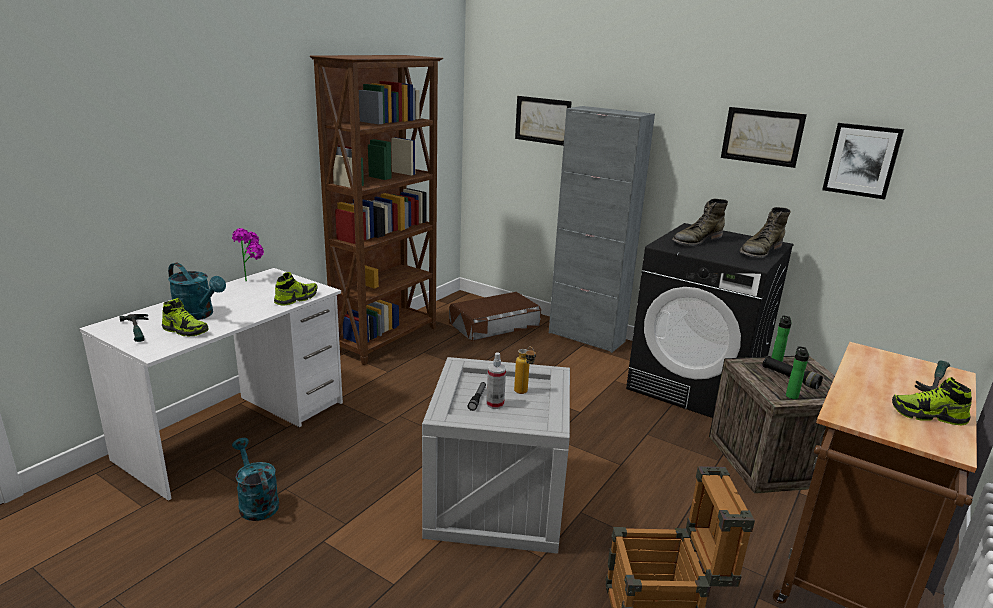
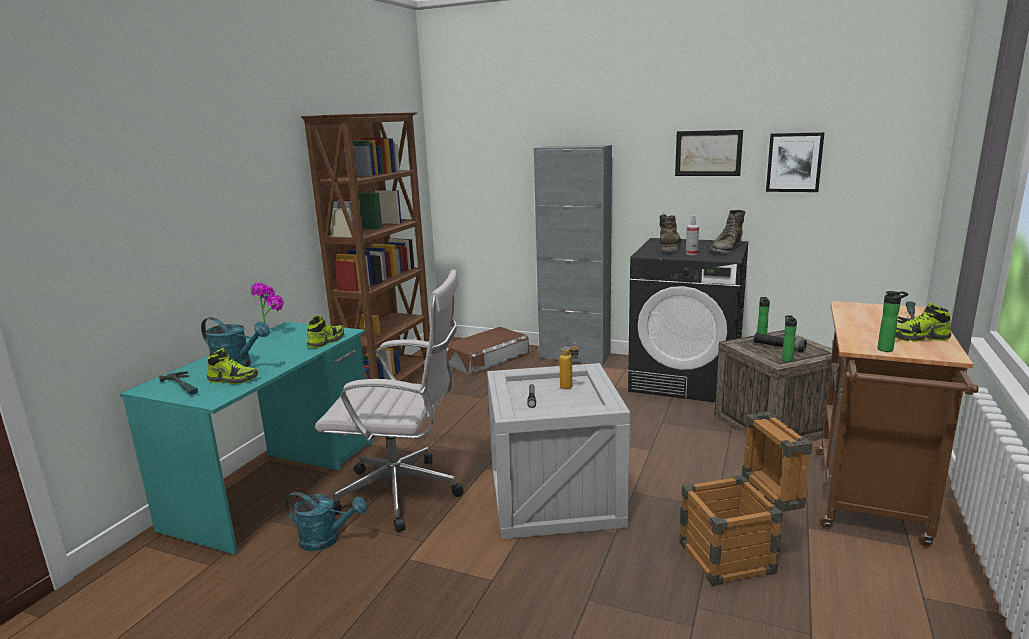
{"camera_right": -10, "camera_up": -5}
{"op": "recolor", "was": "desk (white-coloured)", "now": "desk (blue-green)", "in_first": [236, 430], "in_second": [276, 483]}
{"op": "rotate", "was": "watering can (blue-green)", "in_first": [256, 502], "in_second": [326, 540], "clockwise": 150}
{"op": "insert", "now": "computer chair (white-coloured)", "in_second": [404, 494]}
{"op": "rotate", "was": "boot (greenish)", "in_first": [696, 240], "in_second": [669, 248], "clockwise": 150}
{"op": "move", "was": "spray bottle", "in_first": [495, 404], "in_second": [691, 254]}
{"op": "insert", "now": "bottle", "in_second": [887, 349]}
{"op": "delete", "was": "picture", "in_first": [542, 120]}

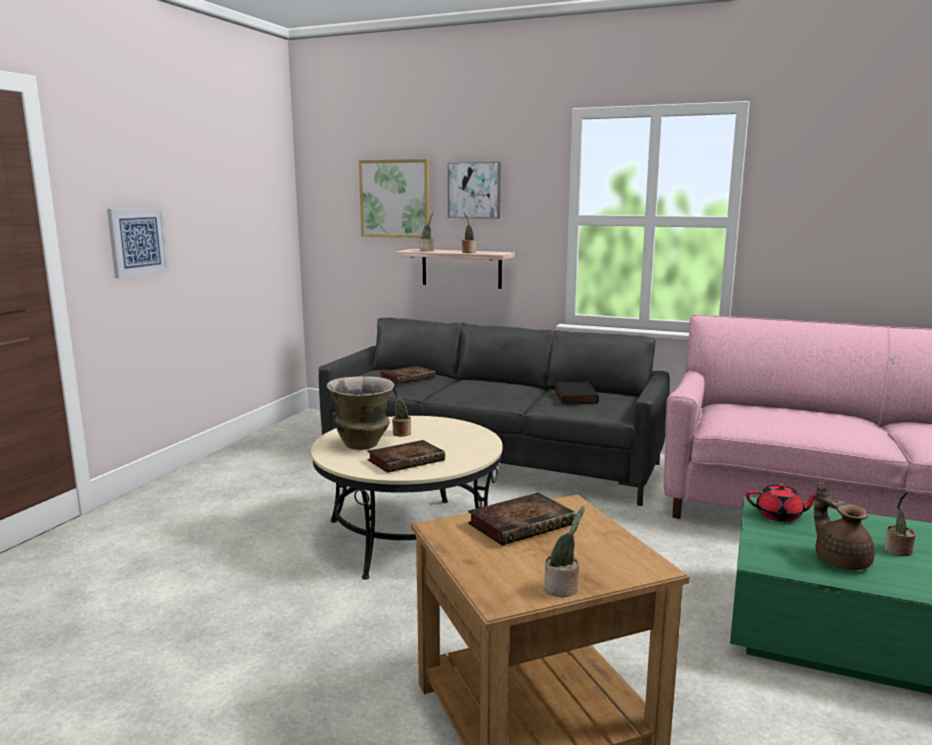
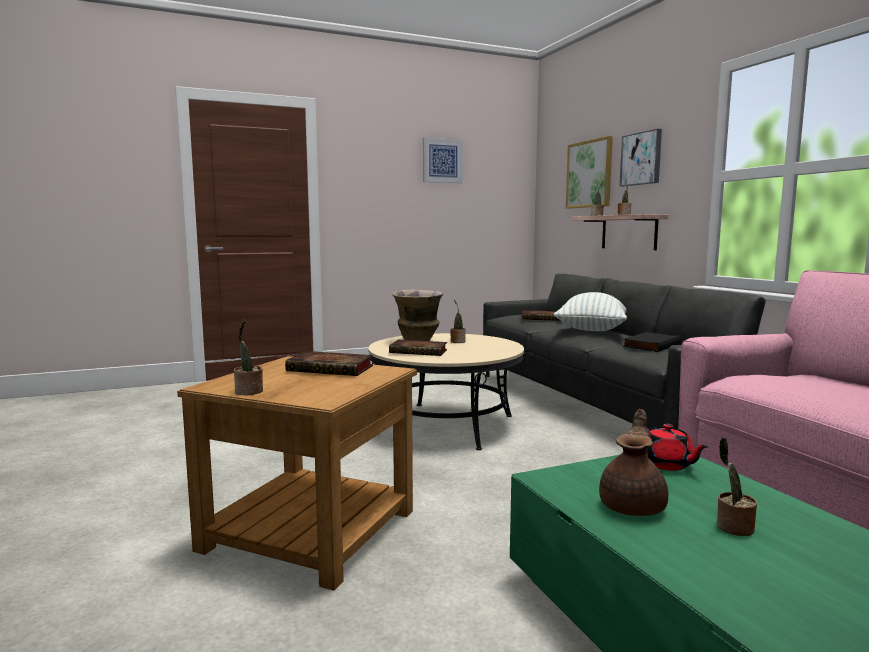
{"camera_right": 45, "camera_up": -5}
{"op": "move", "was": "picture", "in_first": [137, 241], "in_second": [442, 161]}
{"op": "insert", "now": "cushion", "in_second": [591, 331]}

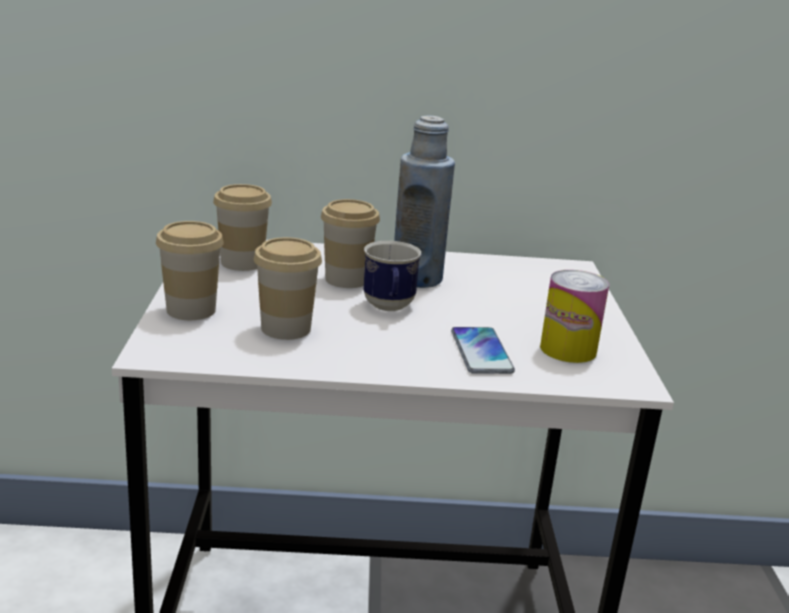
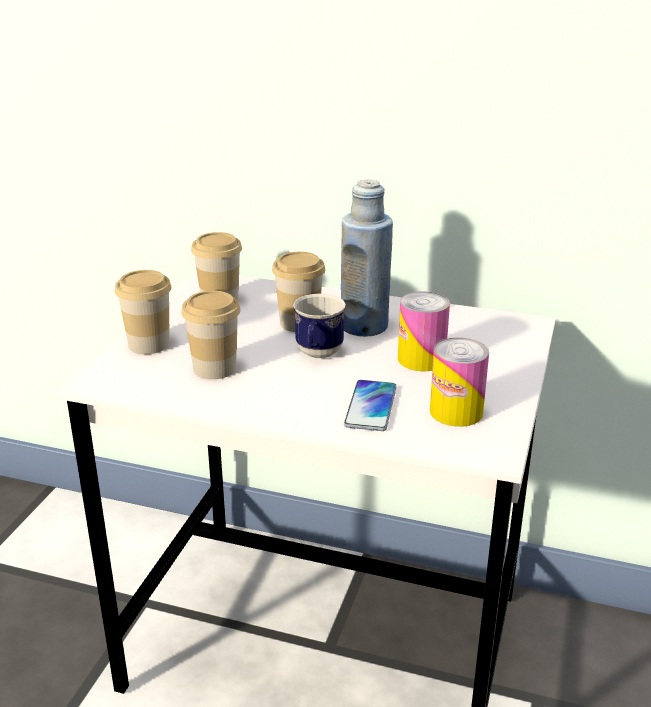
{"camera_right": 20, "camera_up": 5}
{"op": "insert", "now": "metal can", "in_second": [421, 359]}

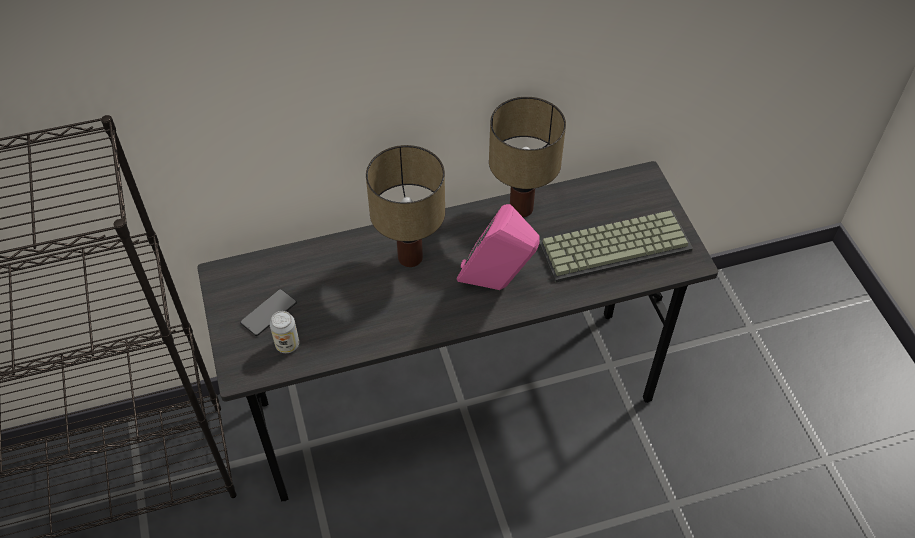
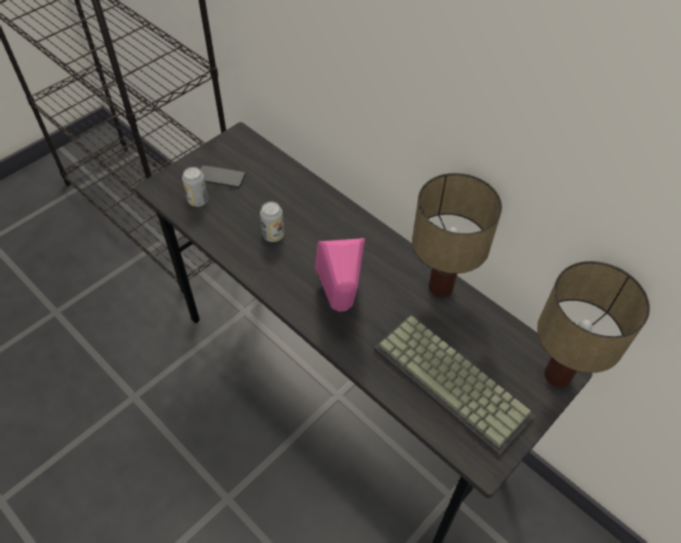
{"camera_right": 60, "camera_up": 0}
{"op": "insert", "now": "metal can", "in_second": [273, 235]}
{"op": "move", "was": "tabletop lamp", "in_first": [409, 258], "in_second": [556, 375]}

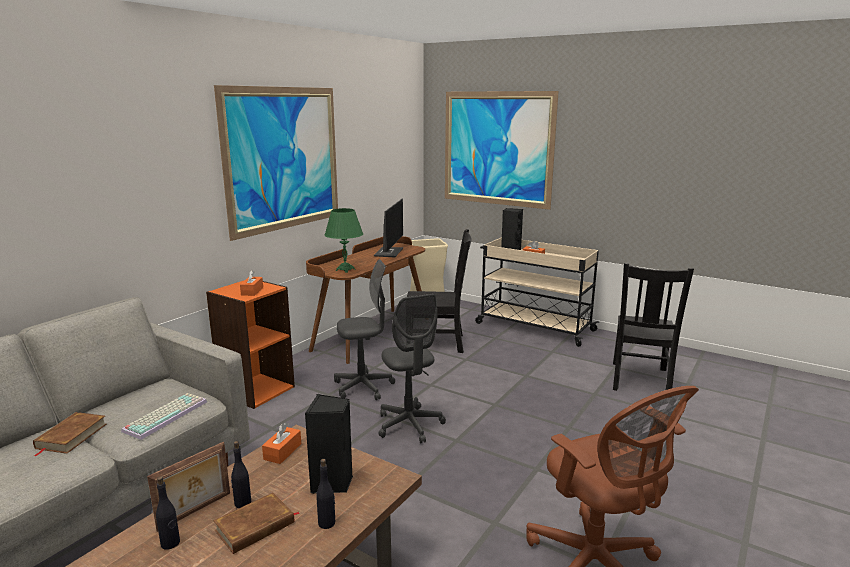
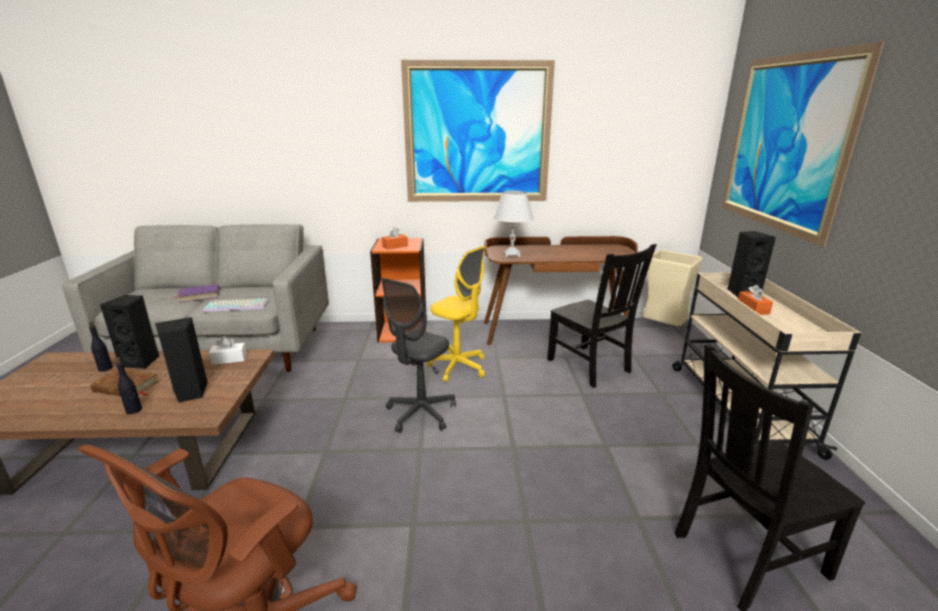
{"camera_right": 55, "camera_up": 5}
{"op": "replace", "was": "standing frame", "now": "audio speaker (blackish)", "in_first": [195, 512], "in_second": [142, 362]}
{"op": "recolor", "was": "bound book (brown-coloured)", "now": "bound book (purple)", "in_first": [71, 436], "in_second": [199, 295]}
{"op": "recolor", "was": "box of tissues (orange-coloured)", "now": "box of tissues (white-coloured)", "in_first": [282, 451], "in_second": [229, 359]}
{"op": "recolor", "was": "computer chair (grey)", "now": "computer chair (yellowish)", "in_first": [363, 387], "in_second": [458, 367]}
{"op": "recolor", "was": "tabletop lamp (greenish)", "now": "tabletop lamp (white-coloured)", "in_first": [345, 270], "in_second": [512, 255]}
{"op": "delete", "was": "bottle (blackish)", "in_first": [242, 503]}
{"op": "delete", "was": "computer display", "in_first": [388, 252]}

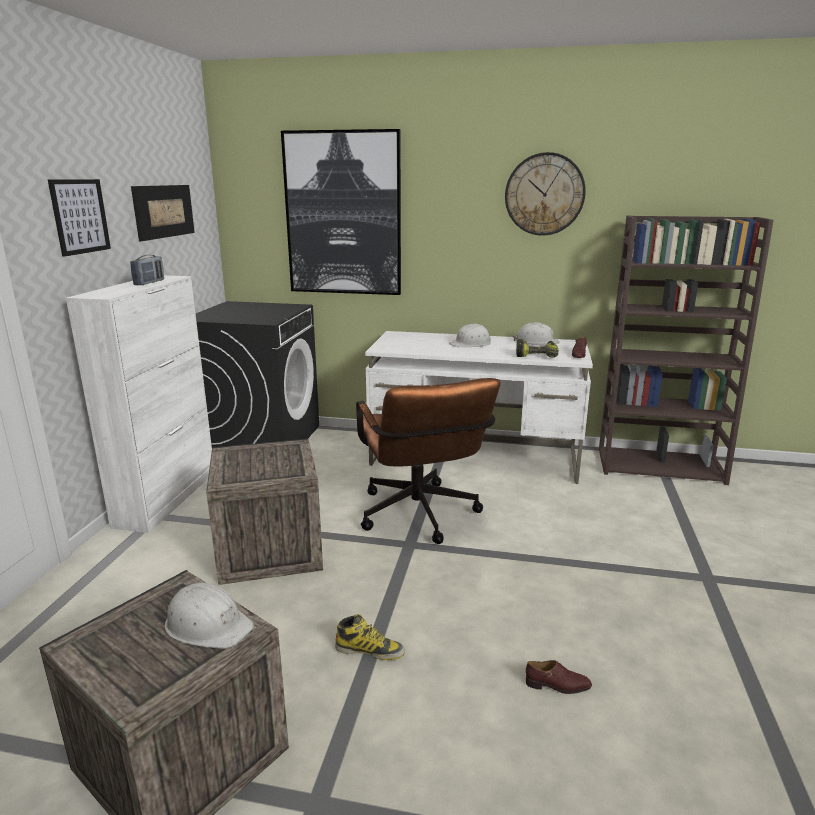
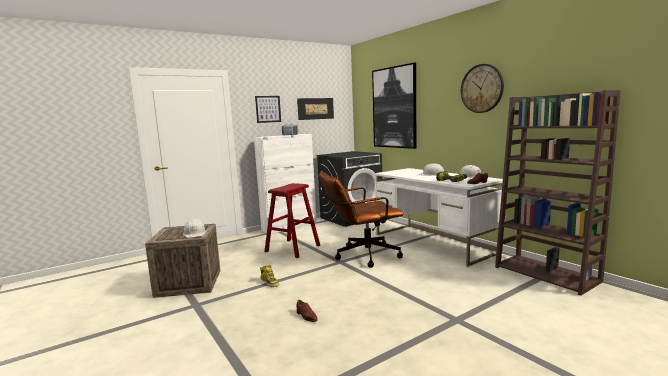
{"camera_right": 45, "camera_up": -10}
{"op": "replace", "was": "packing crate", "now": "stool (red)", "in_first": [269, 549], "in_second": [292, 248]}
{"op": "rotate", "was": "computer chair (brown-coloured)", "in_first": [420, 518], "in_second": [361, 256], "clockwise": 45}

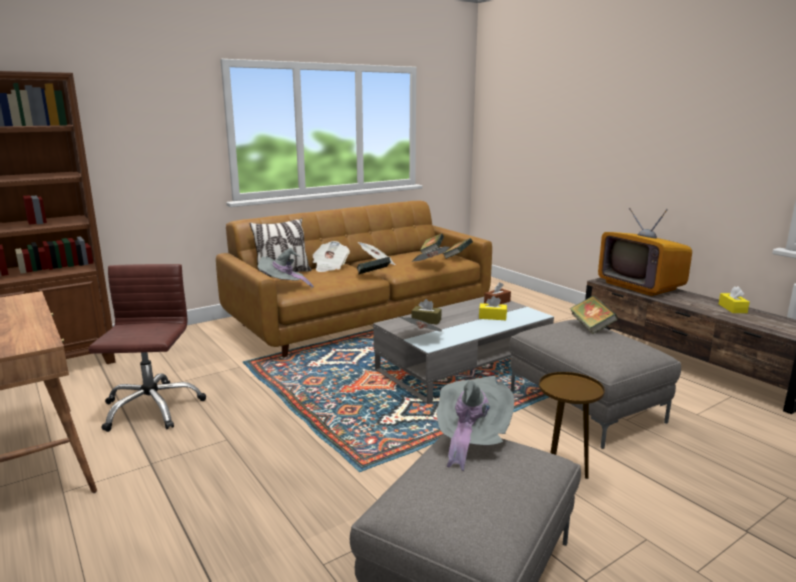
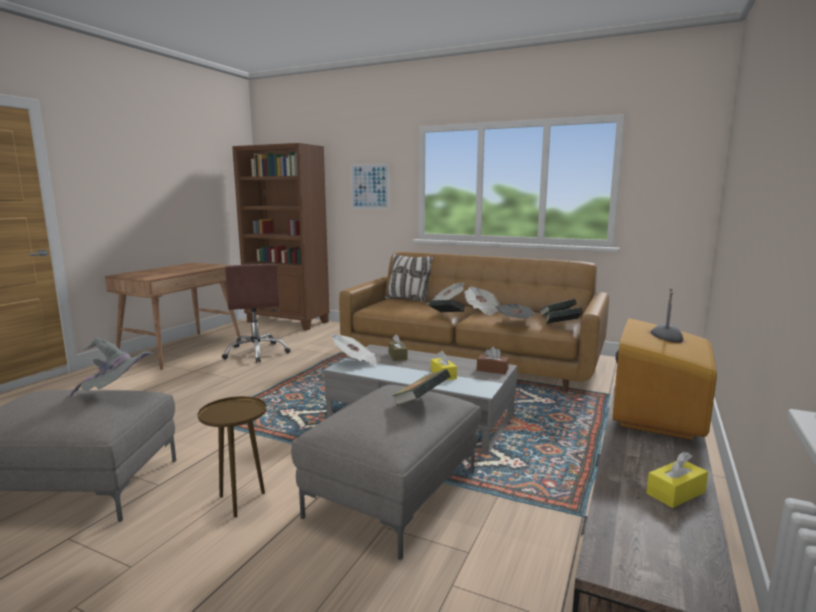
{"camera_right": 60, "camera_up": -5}
{"op": "rotate", "was": "computer chair (brown-coloured)", "in_first": [151, 408], "in_second": [257, 353], "clockwise": 105}
{"op": "insert", "now": "picture", "in_second": [370, 186]}
{"op": "delete", "was": "wearable hat (grey)", "in_first": [283, 287]}

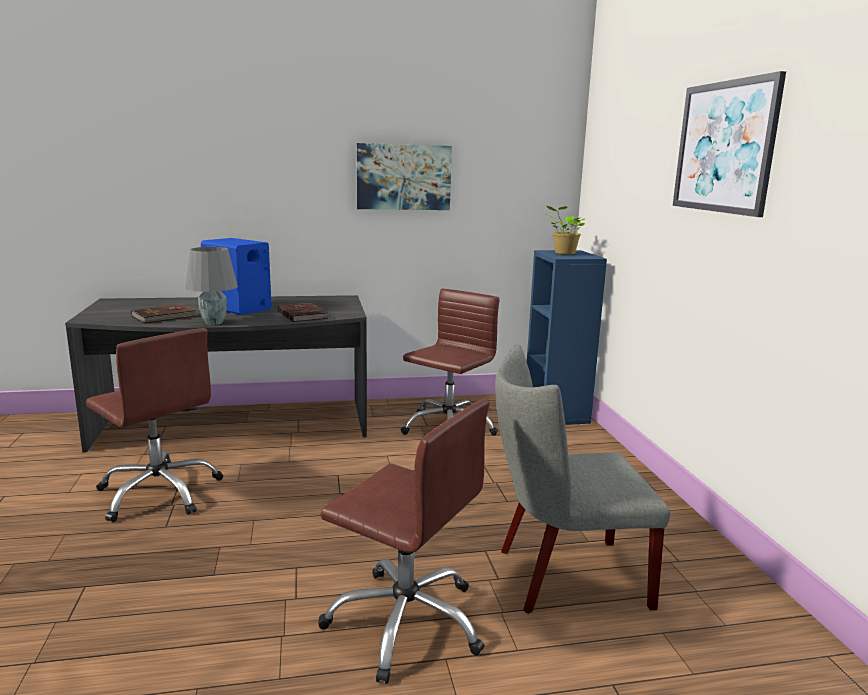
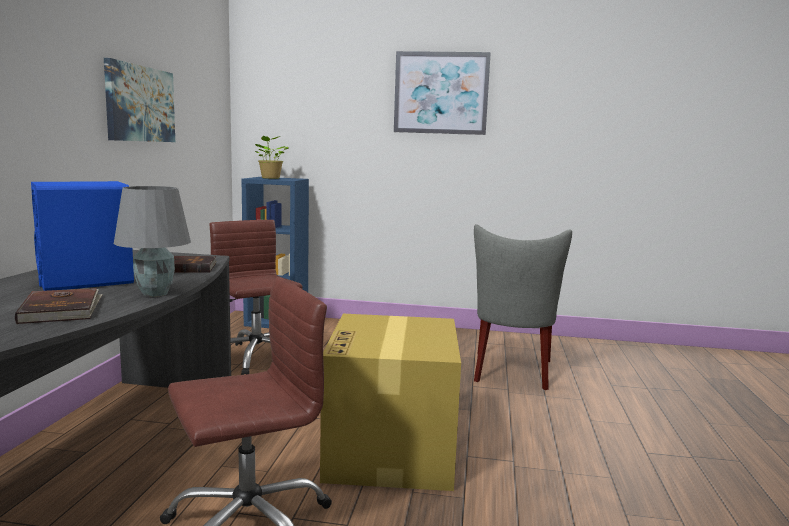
{"camera_right": -70, "camera_up": -5}
{"op": "insert", "now": "packing box", "in_second": [391, 450]}
{"op": "delete", "was": "computer chair (brown-coloured)", "in_first": [406, 621]}

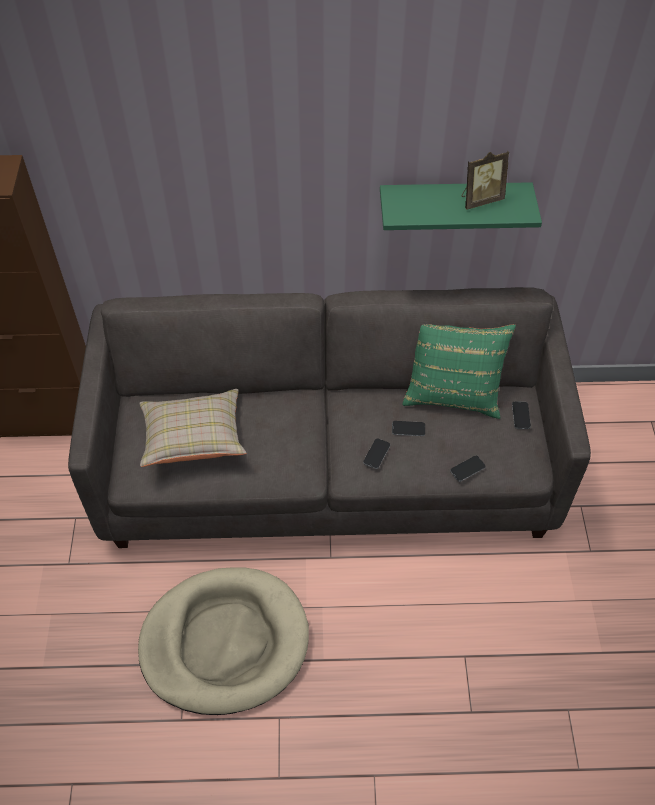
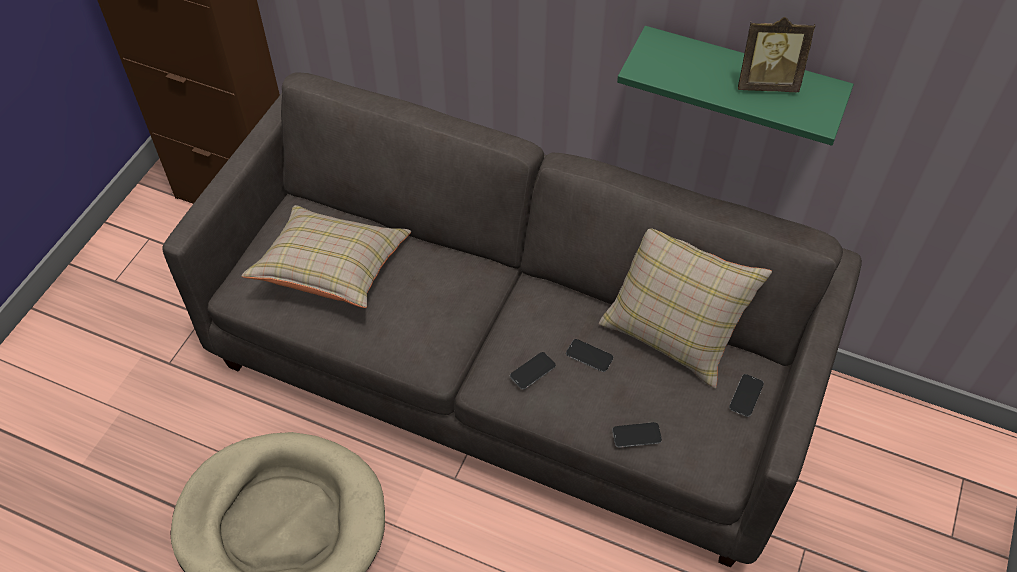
{"camera_right": 25, "camera_up": 0}
{"op": "recolor", "was": "cushion (greenish)", "now": "cushion (beige)", "in_first": [453, 391], "in_second": [673, 331]}

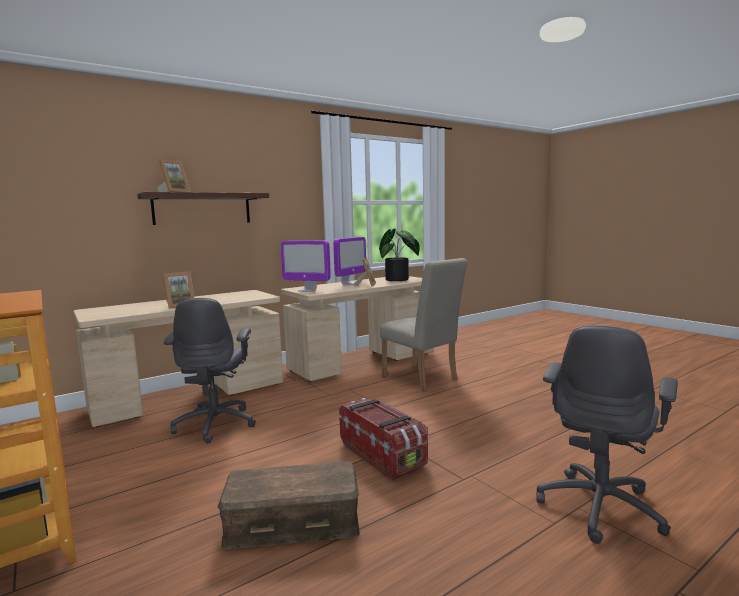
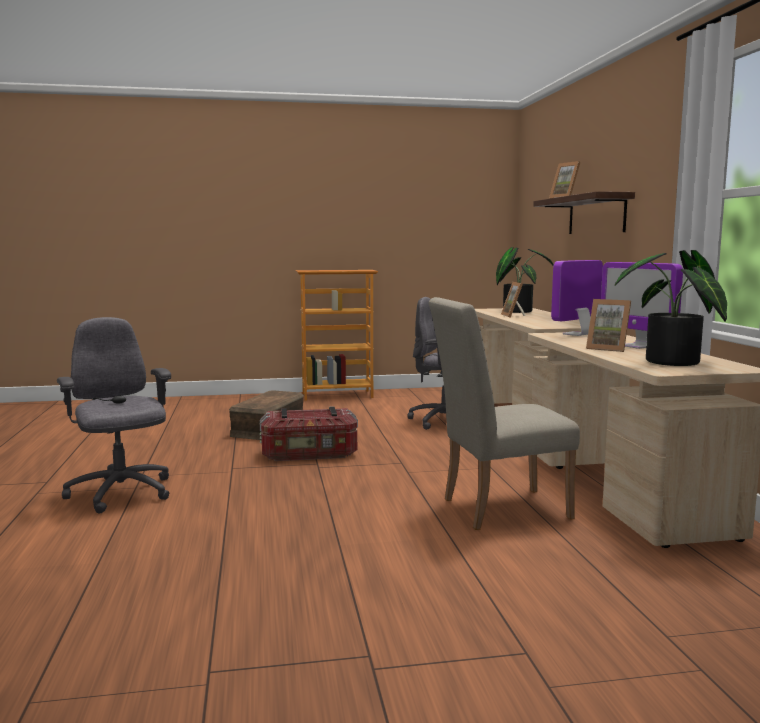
{"camera_right": 115, "camera_up": 0}
{"op": "insert", "now": "potted plant", "in_second": [517, 311]}

